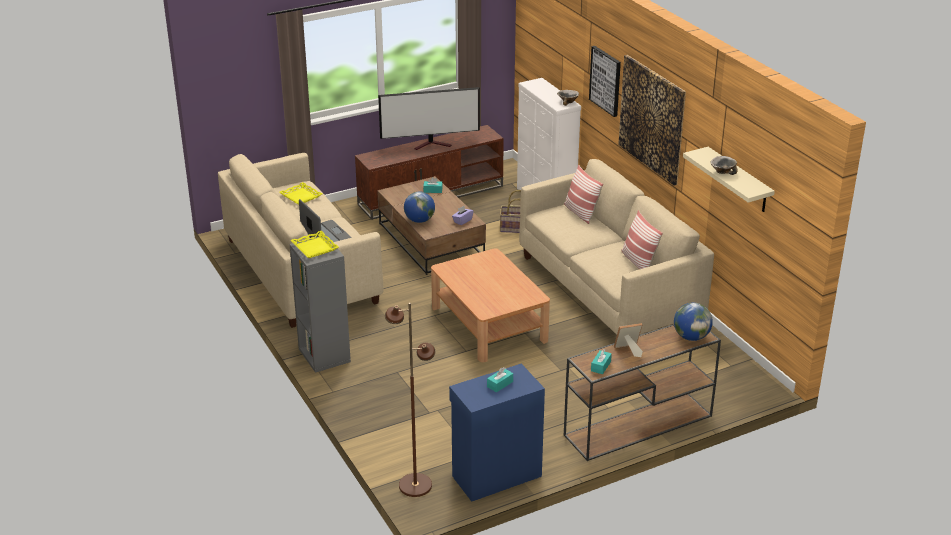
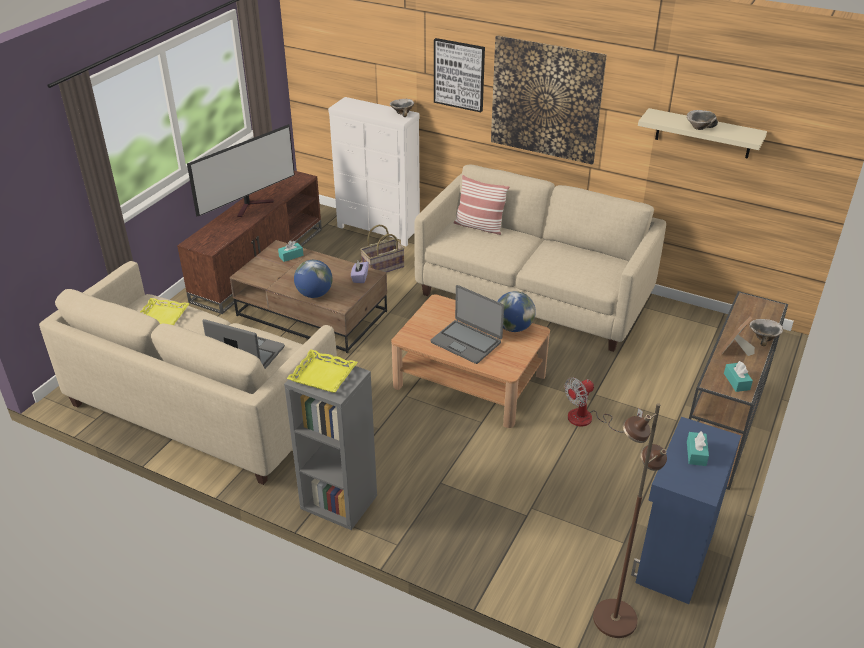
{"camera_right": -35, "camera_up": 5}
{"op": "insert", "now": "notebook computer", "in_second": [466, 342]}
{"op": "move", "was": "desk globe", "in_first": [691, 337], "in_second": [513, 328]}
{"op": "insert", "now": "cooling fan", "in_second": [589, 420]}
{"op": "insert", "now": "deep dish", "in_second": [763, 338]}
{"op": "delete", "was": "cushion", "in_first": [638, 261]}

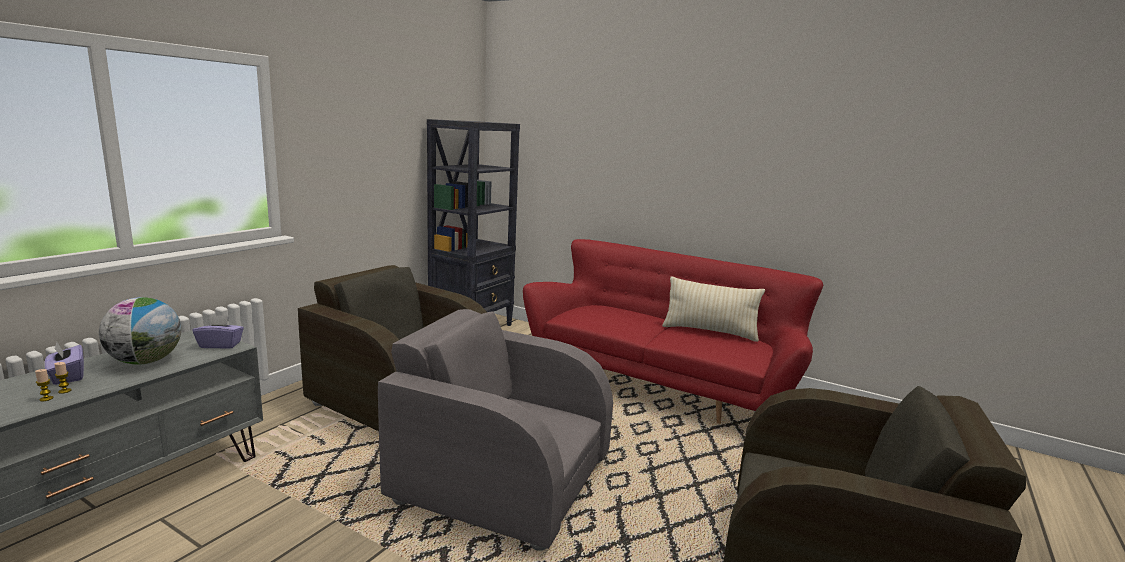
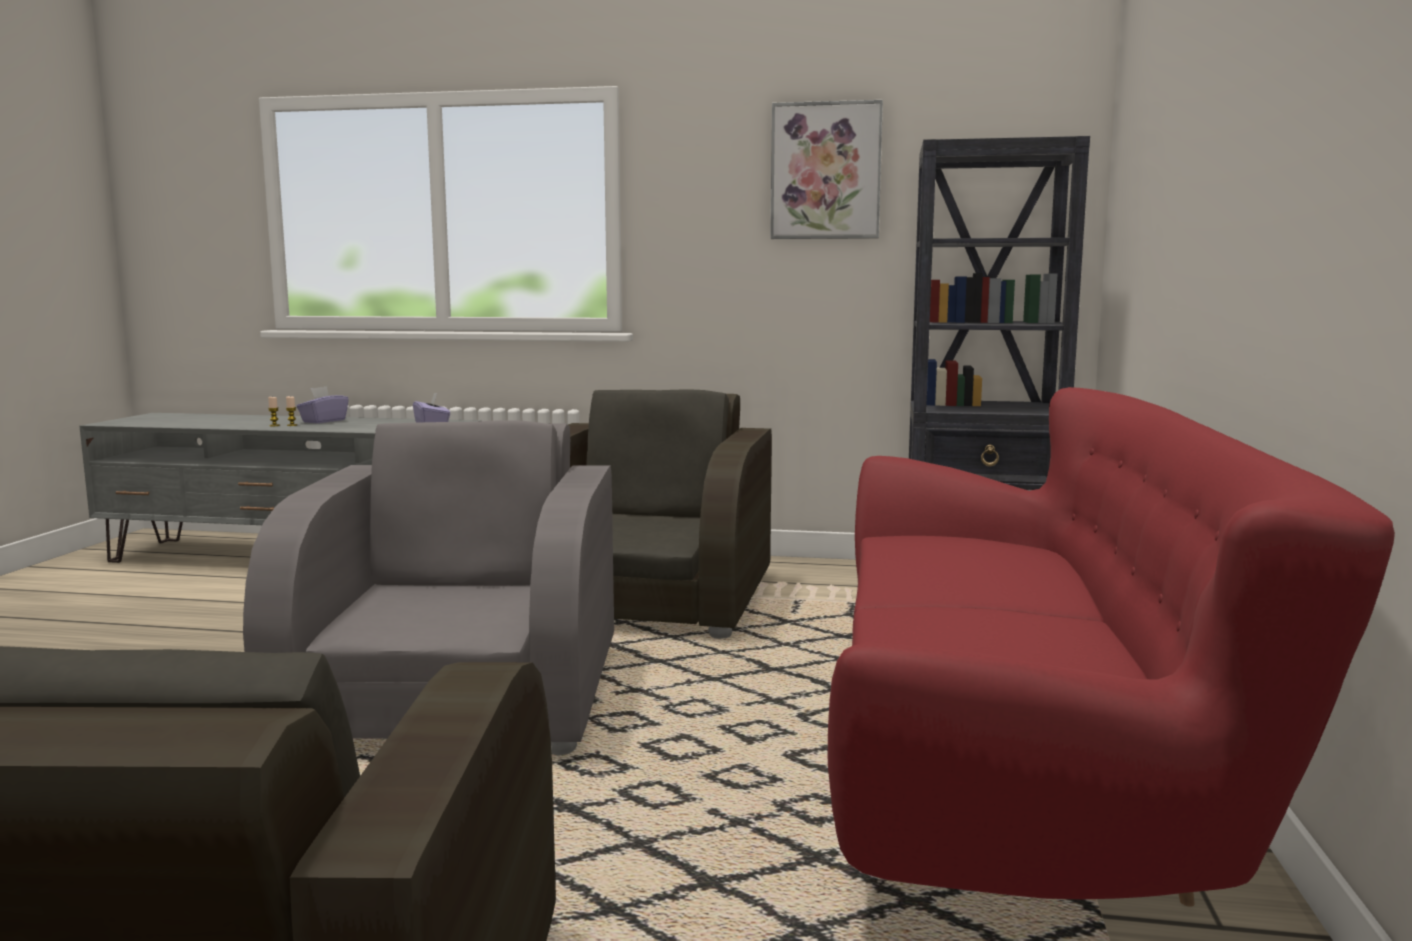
{"camera_right": 70, "camera_up": -5}
{"op": "insert", "now": "picture", "in_second": [826, 171]}
{"op": "delete", "was": "desk globe", "in_first": [146, 361]}
{"op": "delete", "was": "cushion (beige)", "in_first": [709, 332]}

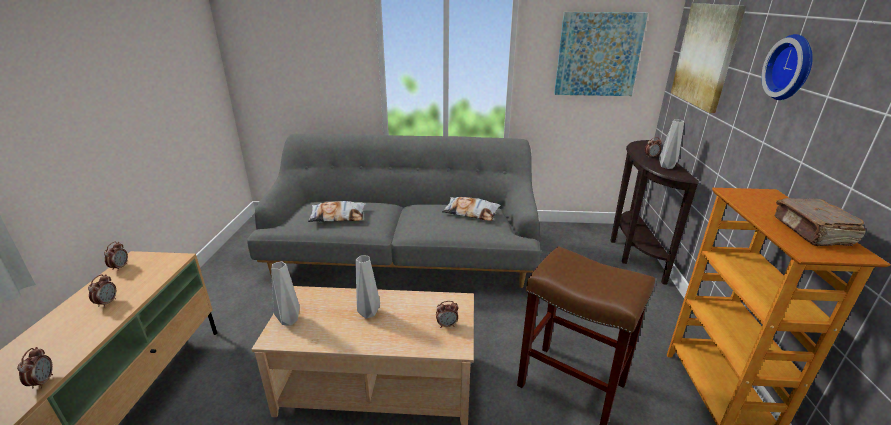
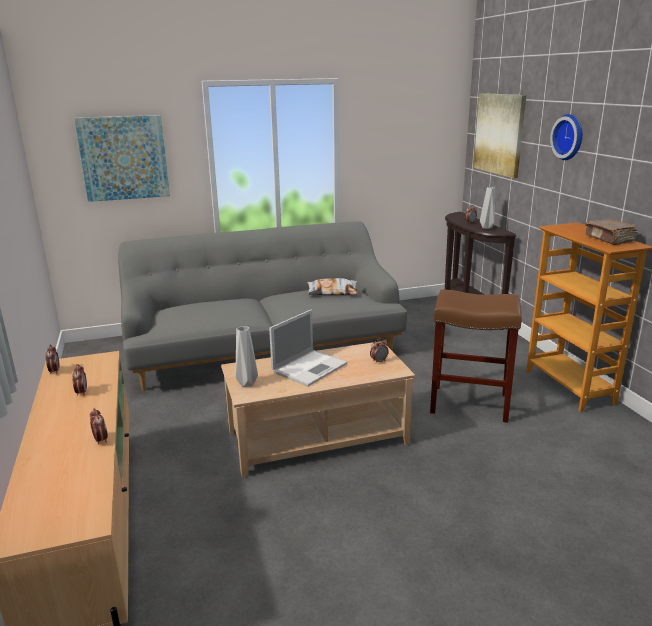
{"camera_right": -20, "camera_up": -5}
{"op": "move", "was": "picture", "in_first": [598, 54], "in_second": [124, 158]}
{"op": "replace", "was": "flower vase (grey)", "now": "notebook computer", "in_first": [368, 314], "in_second": [310, 367]}
{"op": "delete", "was": "cushion", "in_first": [338, 216]}

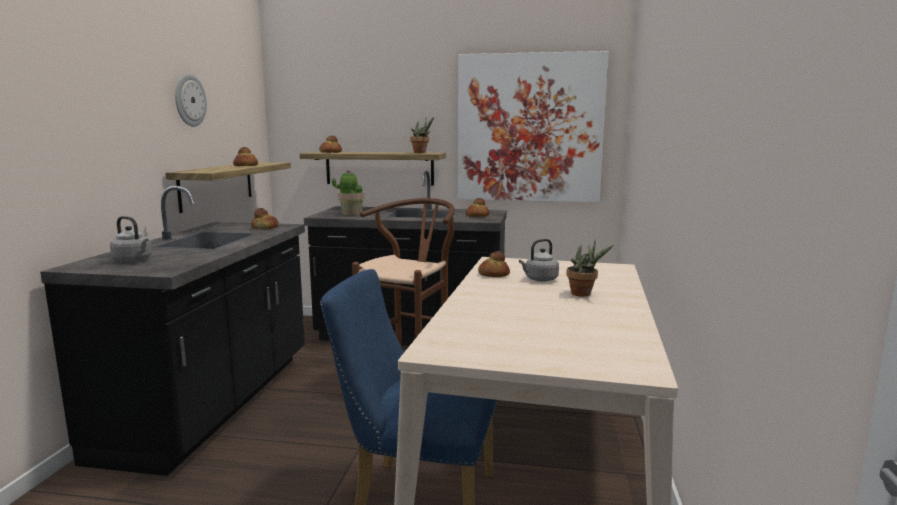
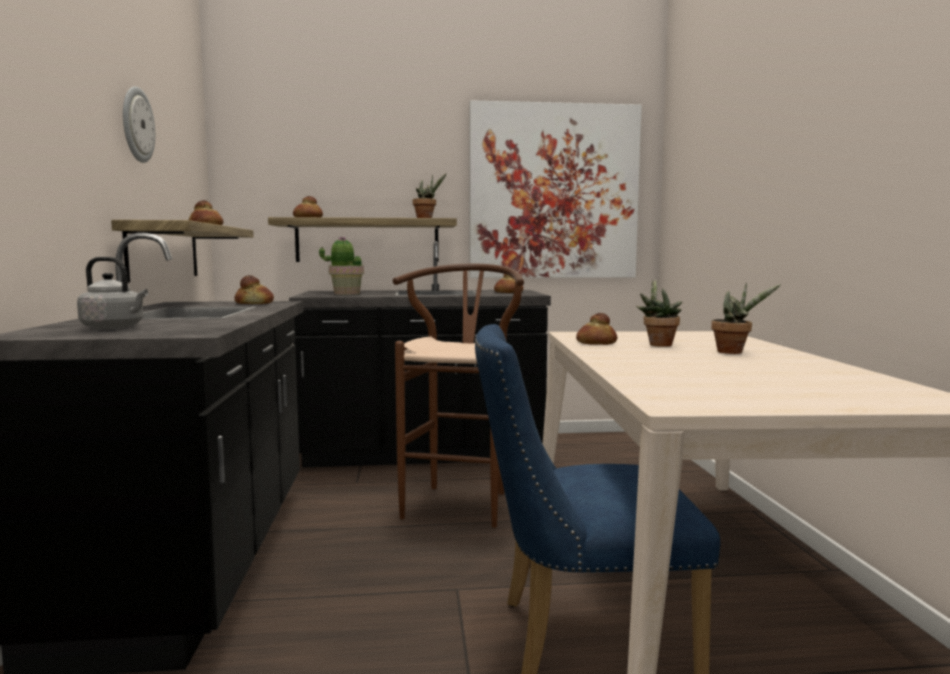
{"camera_right": -15, "camera_up": -5}
{"op": "replace", "was": "water kettle (grey)", "now": "potted plant", "in_first": [539, 279], "in_second": [658, 344]}

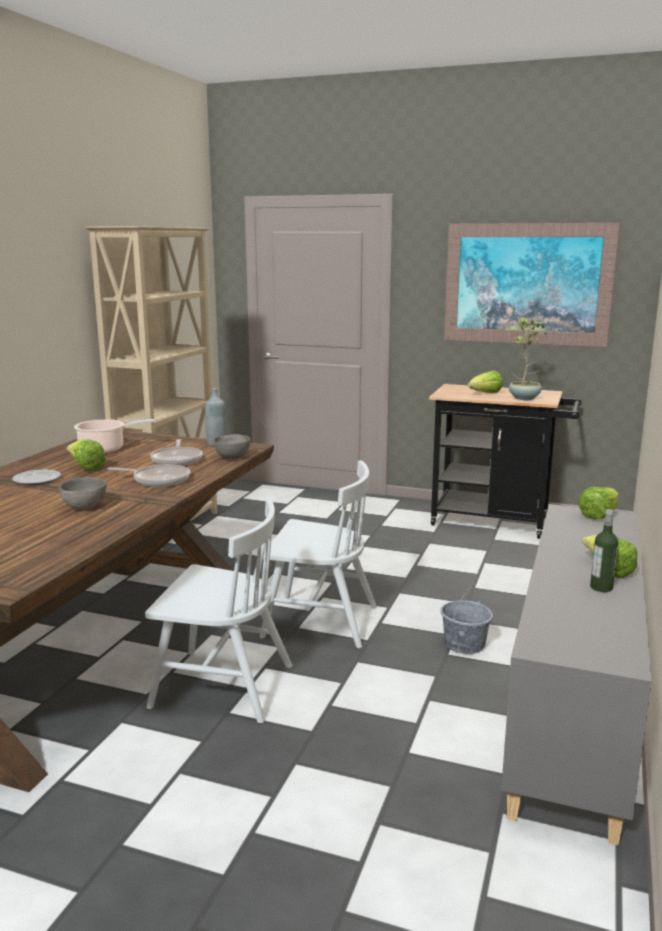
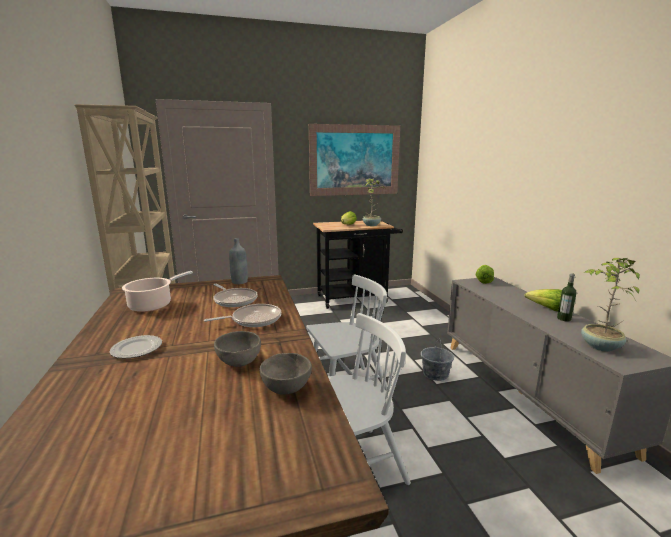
{"camera_right": -35, "camera_up": 0}
{"op": "move", "was": "deep dish (grey)", "in_first": [233, 457], "in_second": [286, 388]}
{"op": "insert", "now": "potted plant", "in_second": [599, 346]}
{"op": "delete", "was": "lettuce head", "in_first": [85, 468]}

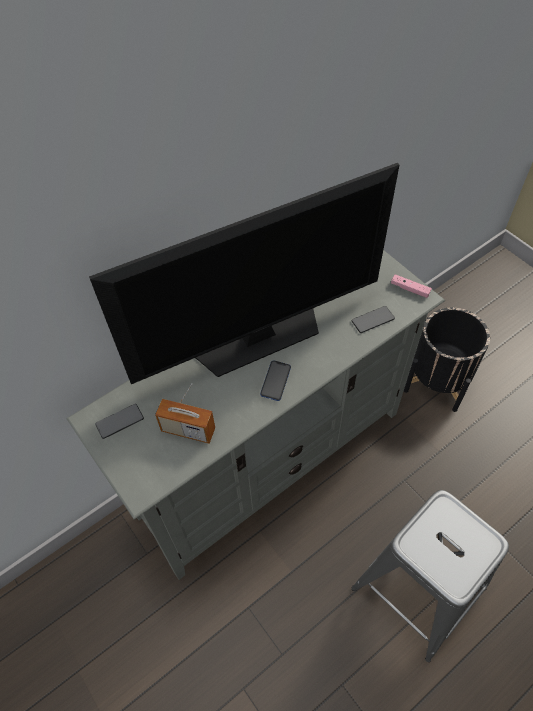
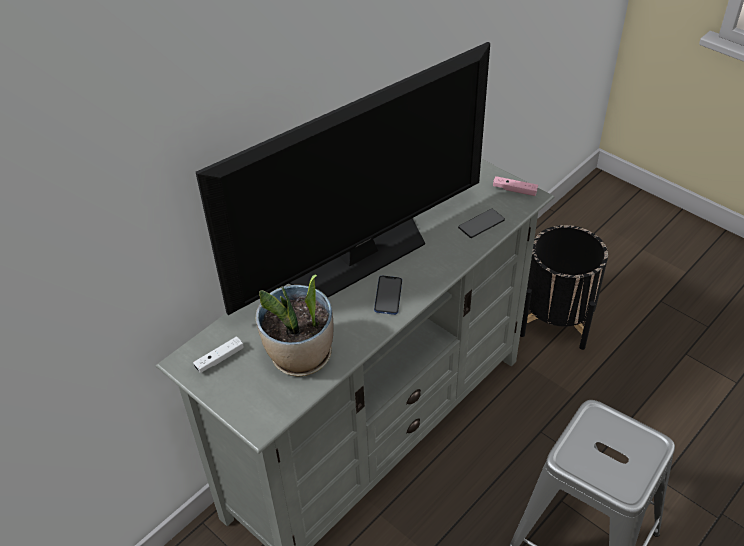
{"camera_right": -10, "camera_up": -10}
{"op": "replace", "was": "handset", "now": "game controller (white-coloured)", "in_first": [119, 421], "in_second": [219, 359]}
{"op": "replace", "was": "radio set", "now": "potted plant", "in_first": [188, 430], "in_second": [301, 356]}

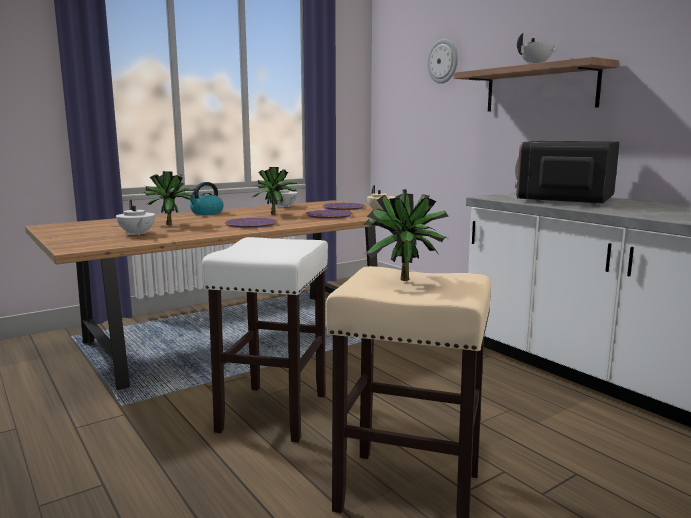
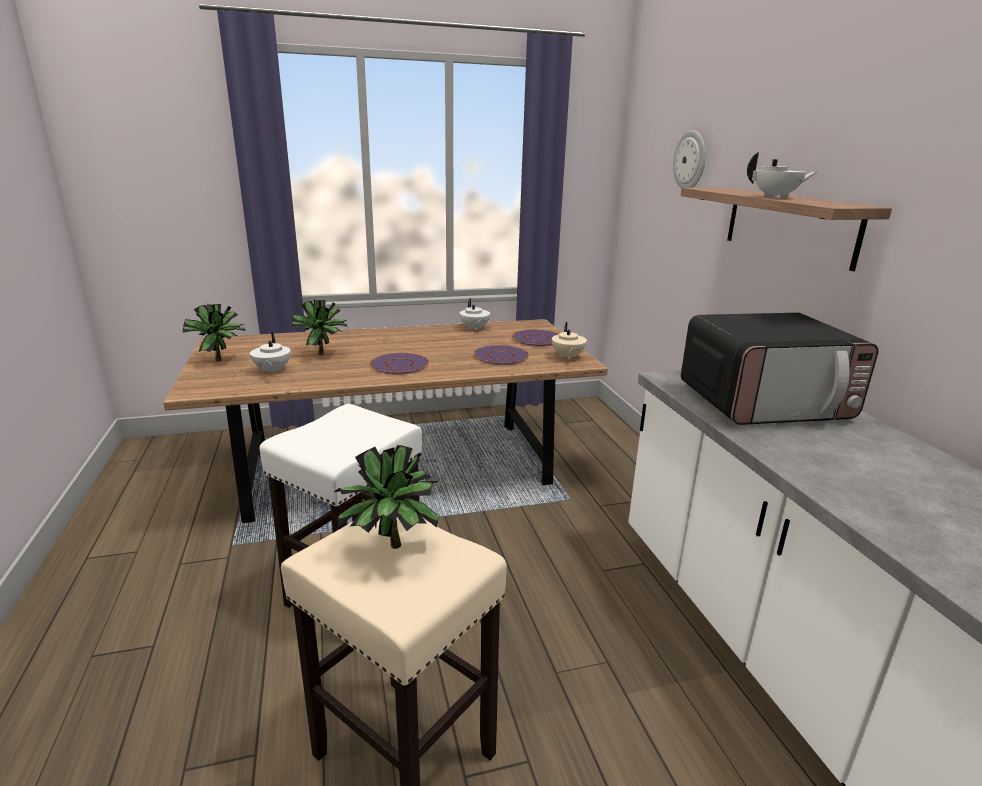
{"camera_right": 20, "camera_up": 10}
{"op": "move", "was": "potted plant", "in_first": [276, 214], "in_second": [221, 361]}
{"op": "rotate", "was": "kitchen microwave", "in_first": [566, 199], "in_second": [764, 403], "clockwise": -150}
{"op": "delete", "was": "water kettle", "in_first": [206, 213]}

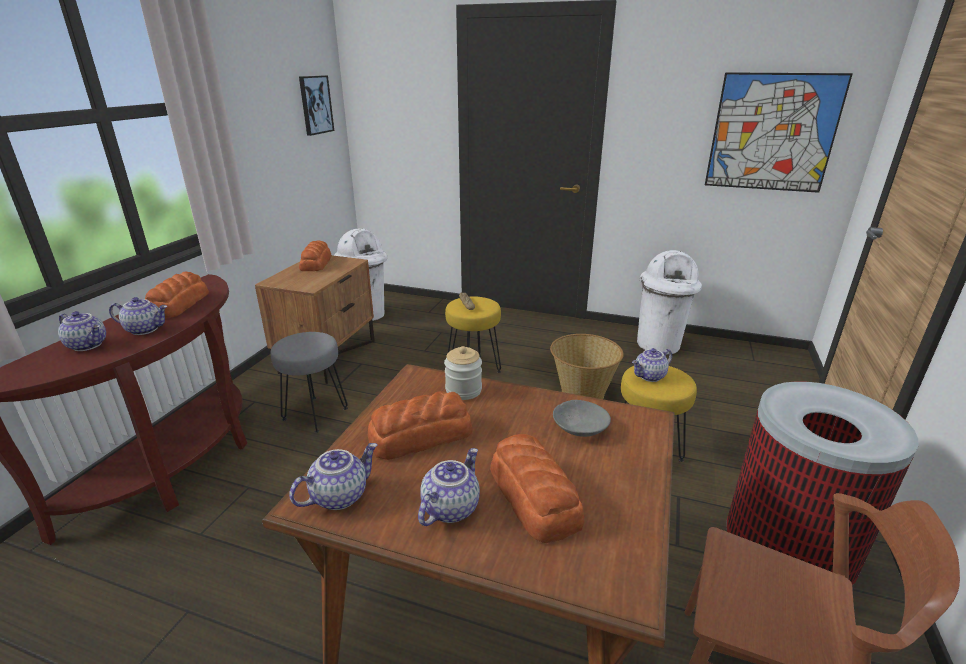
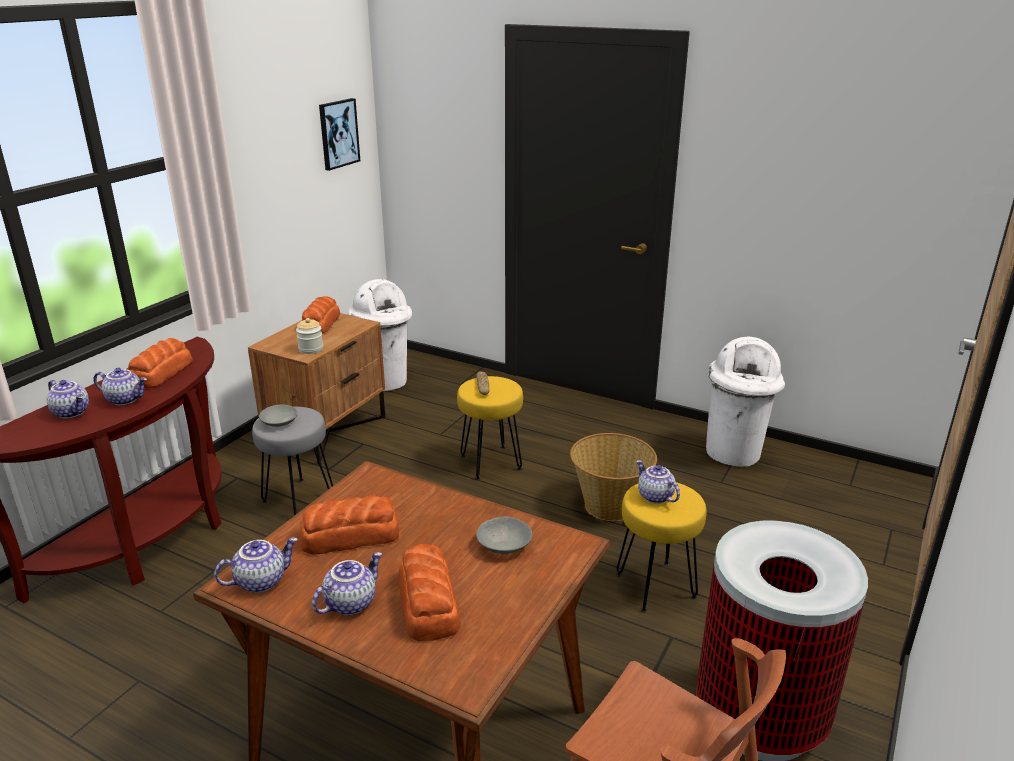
{"camera_right": 10, "camera_up": 0}
{"op": "insert", "now": "deep dish (grey)", "in_second": [279, 422]}
{"op": "move", "was": "preserve jar", "in_first": [463, 390], "in_second": [311, 349]}
{"op": "rotate", "was": "tea pot", "in_first": [650, 376], "in_second": [654, 496], "clockwise": 75}
{"op": "delete", "was": "picture", "in_first": [772, 133]}

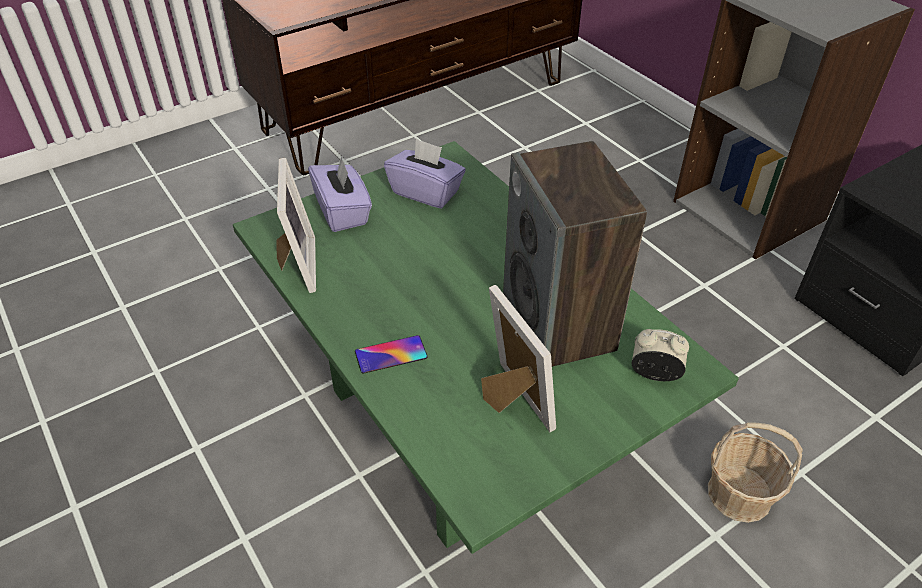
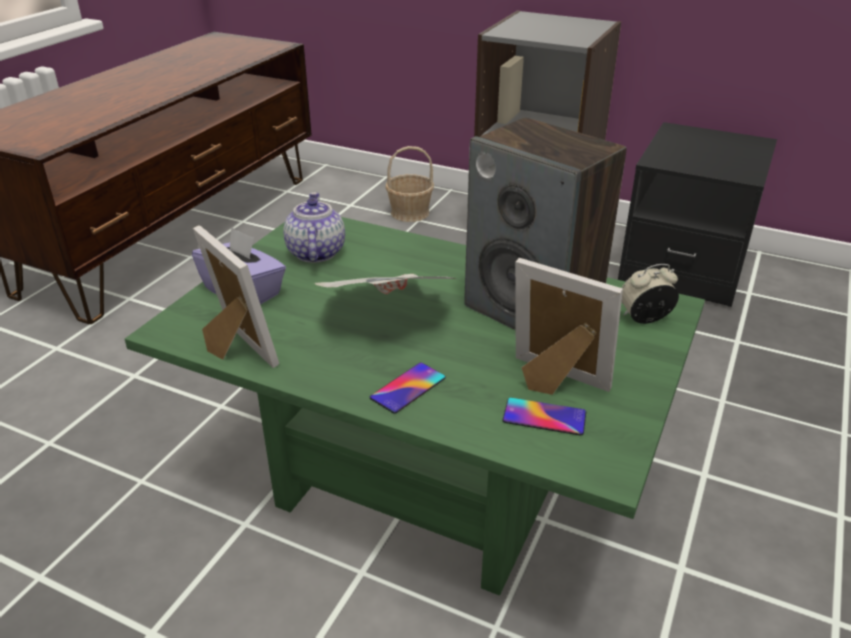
{"camera_right": -30, "camera_up": -10}
{"op": "replace", "was": "box of tissues (purple)", "now": "tea pot", "in_first": [426, 192], "in_second": [315, 252]}
{"op": "insert", "now": "printed paper", "in_second": [387, 312]}
{"op": "move", "was": "storage basket", "in_first": [739, 493], "in_second": [409, 213]}
{"op": "insert", "now": "handset", "in_second": [544, 417]}

